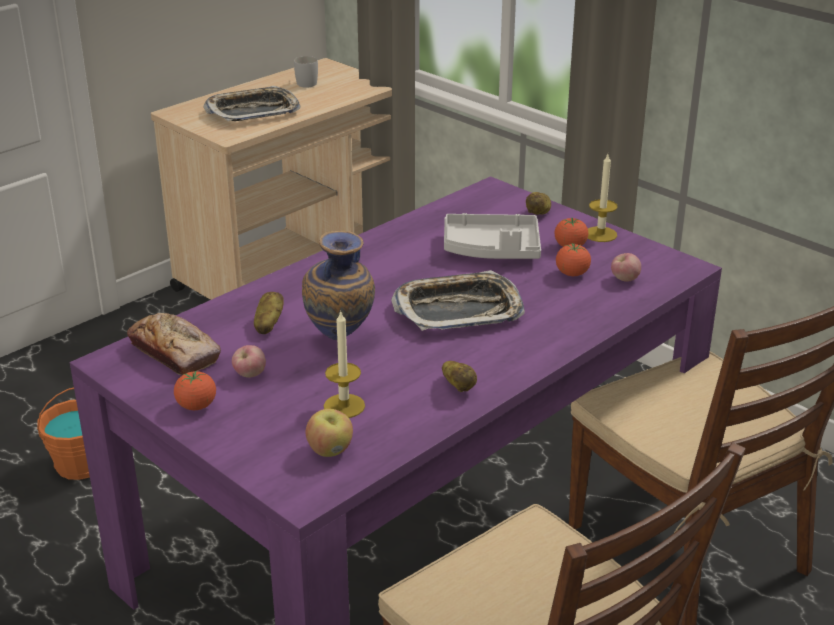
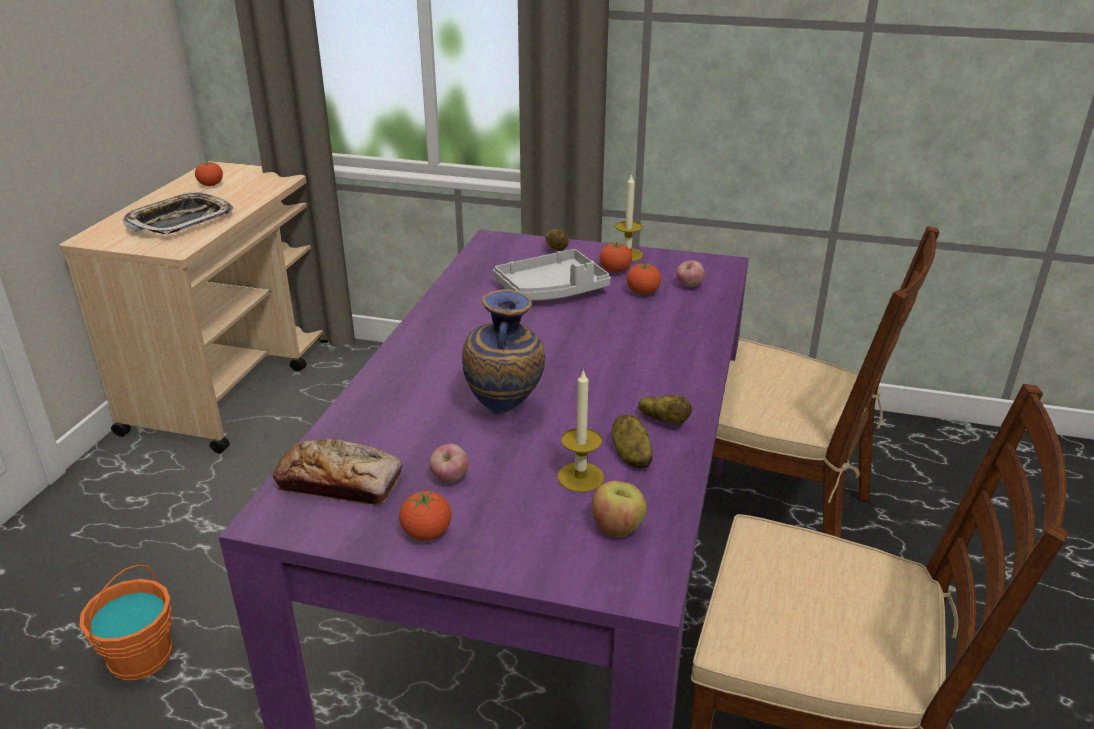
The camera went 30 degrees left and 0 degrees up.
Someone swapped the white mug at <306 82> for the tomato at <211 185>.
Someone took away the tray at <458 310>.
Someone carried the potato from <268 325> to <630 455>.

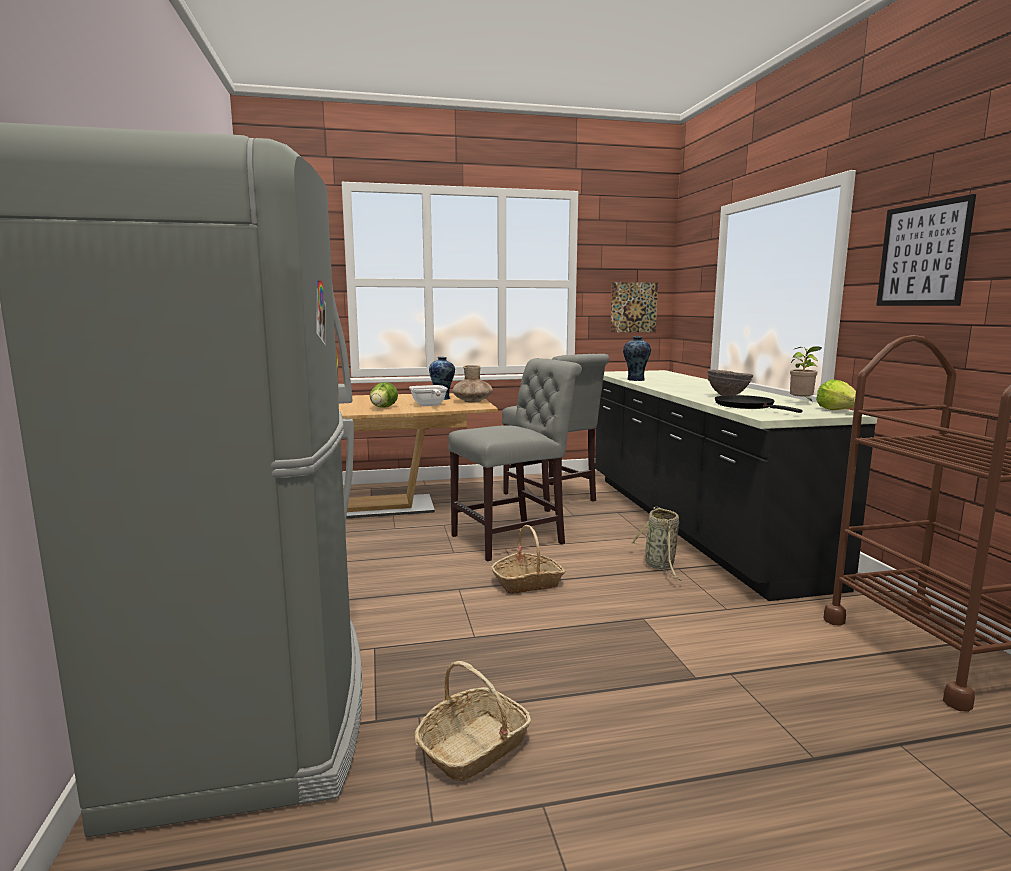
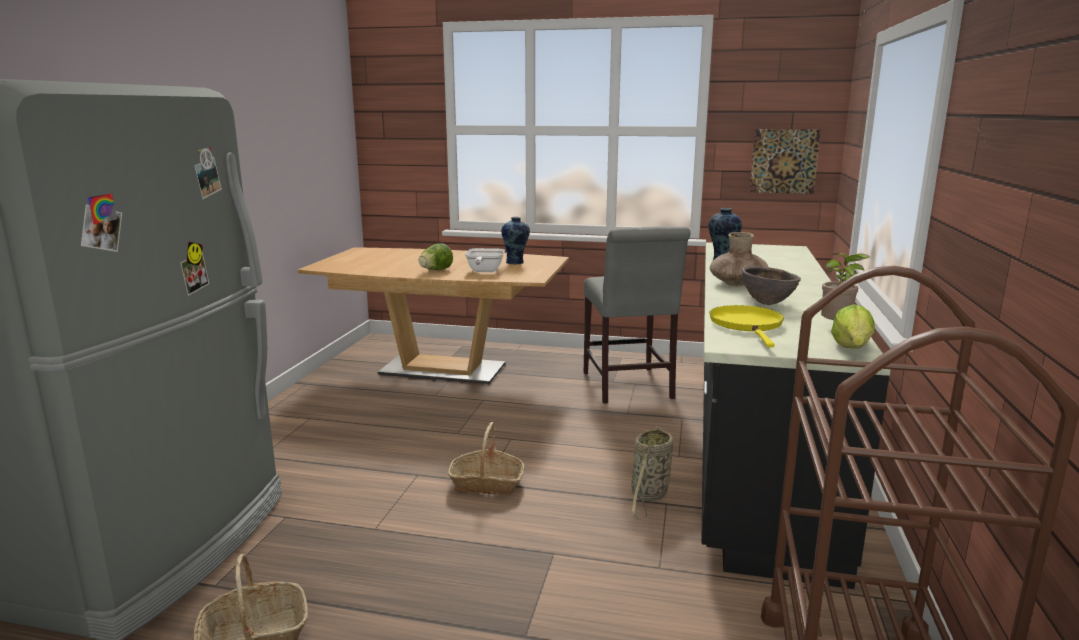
The camera went 25 degrees right and 5 degrees up.
Someone took away the picture at <922 255>.
Someone took away the grey chair at <514 538>.
Someone carried the brown vase from <472 401> to <738 284>.
Someone repainted the black frying pan at <747 406>, which became the yellow frying pan at <747 325>.

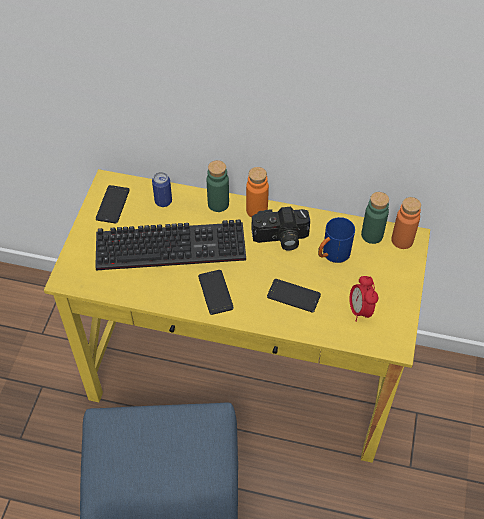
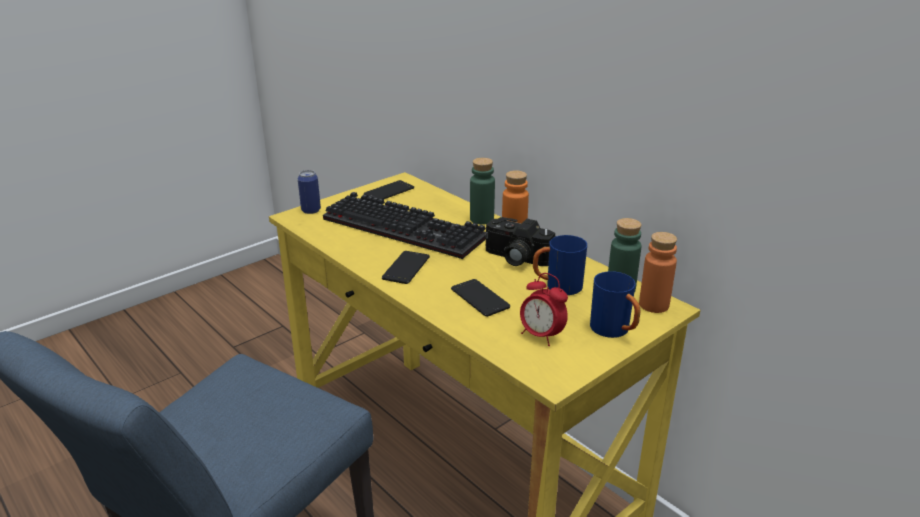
The camera went 35 degrees right and 25 degrees down.
Someone carried the can from <163 201> to <311 210>.
Someone rotated the alarm clock at <360 310> by 75 degrees counterclockwise.
Someone put down the blue mug at <615 331>.

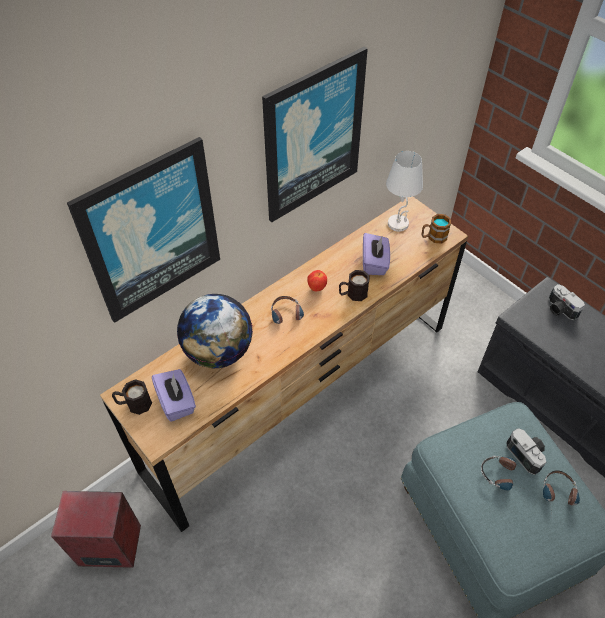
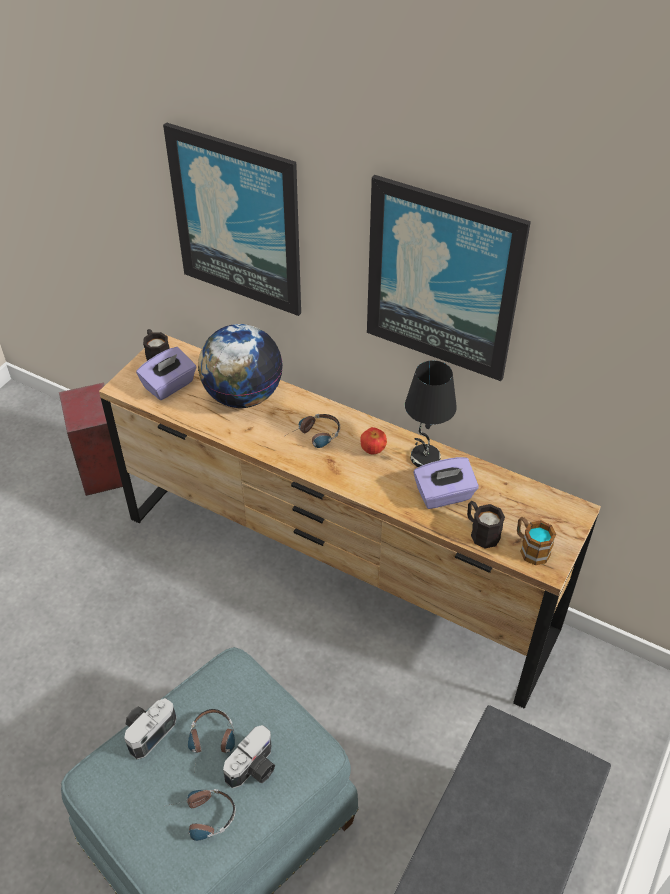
The camera went 70 degrees right and 5 degrees down.
Someone took away the white table lamp at <398 224>.
Someone carried the black mug from <353 294> to <481 532>.
Someone carried the photo camera from <559 309> to <147 731>.
Someone put down the black table lamp at <425 458>.

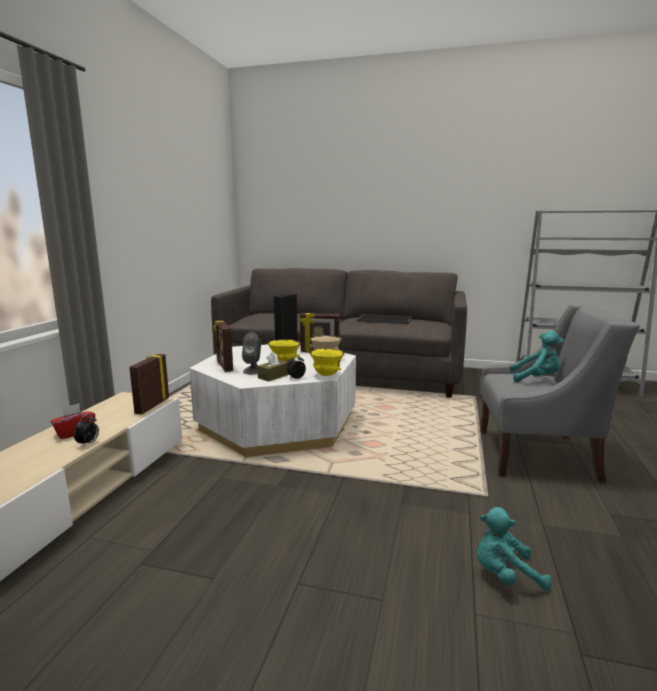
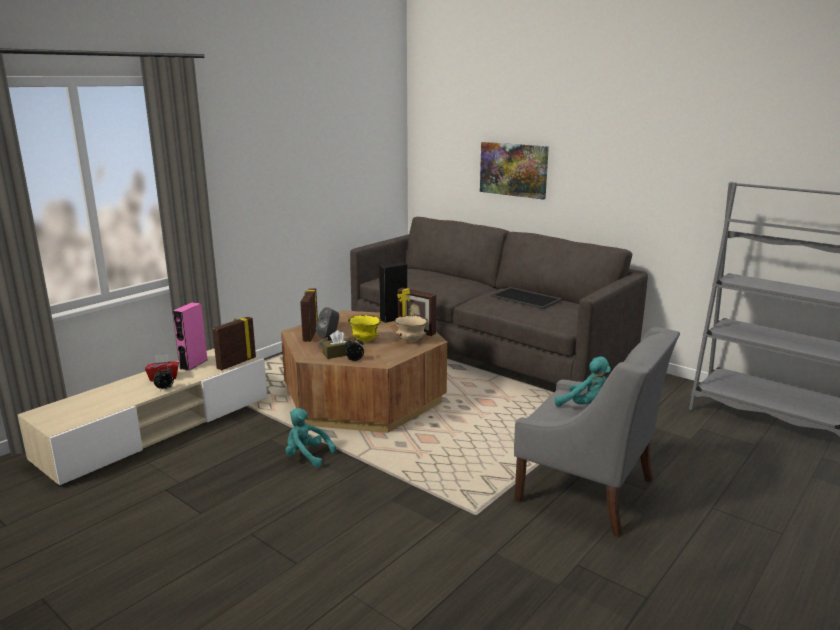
The camera went 25 degrees right and 5 degrees up.
Someone repainted the white coffee table at <278 422>, which became the brown coffee table at <364 397>.
Someone took away the yellow bowl at <326 375>.
Someone carried the turquoise plush toy from <505 575> to <307 456>.
Someone put up the picture at <513 169>.
Someone put down the pink speaker at <193 364>.

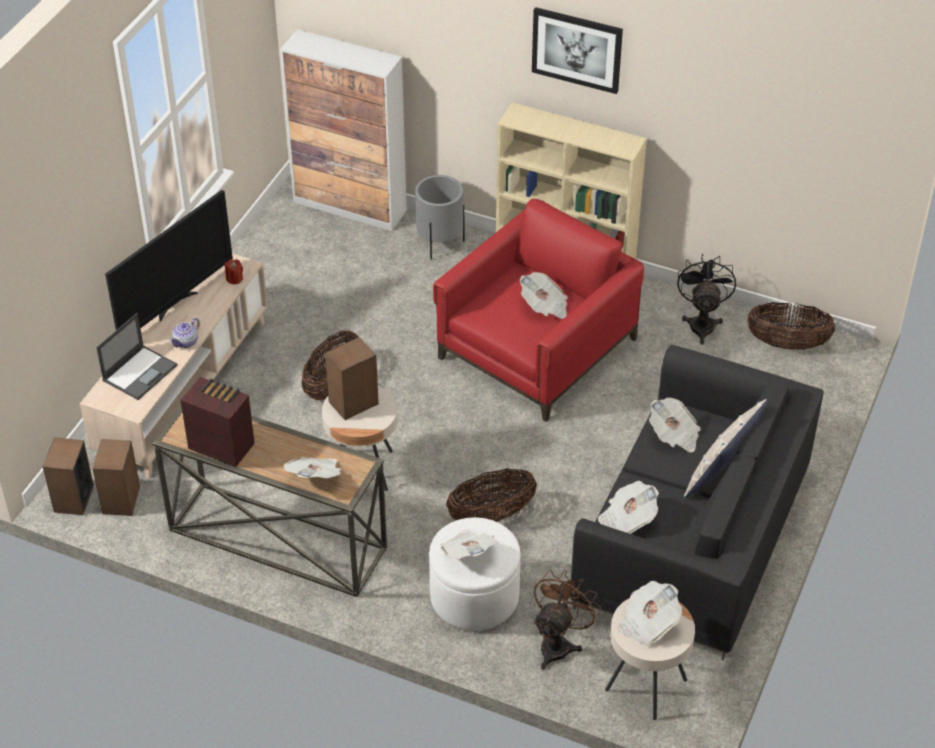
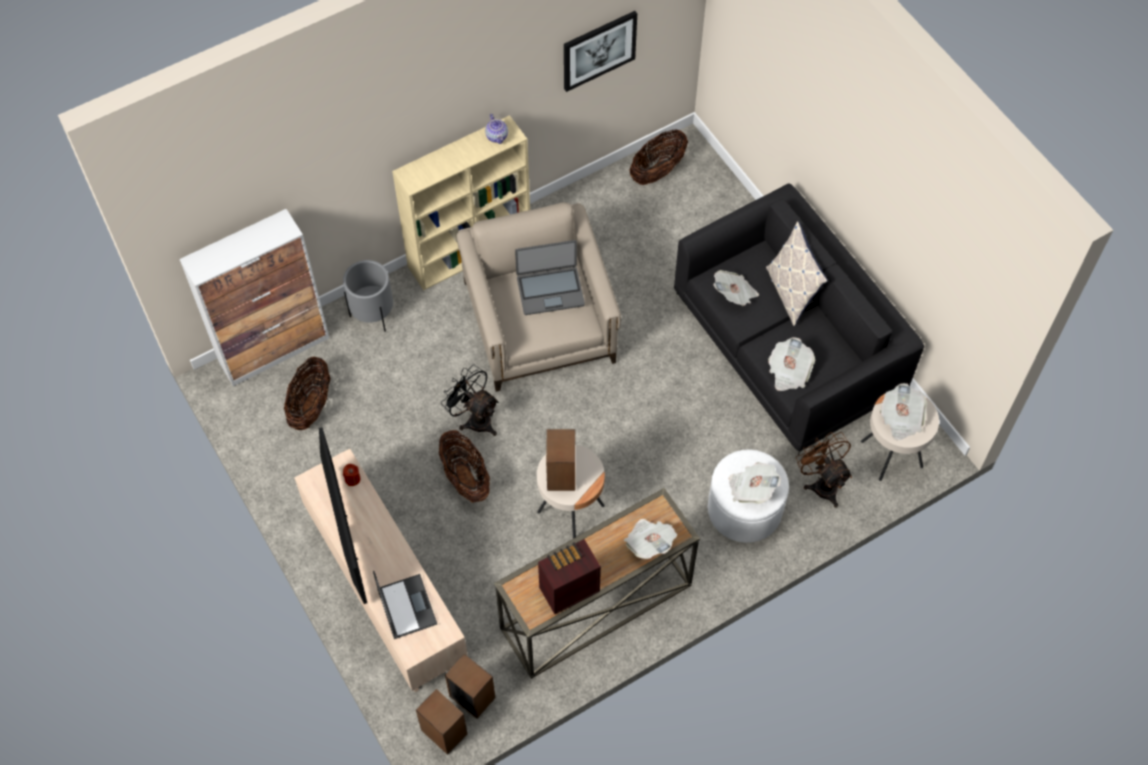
The camera went 55 degrees left and 15 degrees up.
Someone carried the picture from <577 49> to <599 50>.
Someone repainted the red armchair at <537 349>, which became the beige armchair at <539 322>.
Someone carried the black fan from <702 323> to <474 418>.
Someone swapped the newspaper at <544 306> for the laptop at <550 290>.
Someone carried the teapot from <186 342> to <497 136>.
Someone carried the basket from <491 515> to <311 405>.

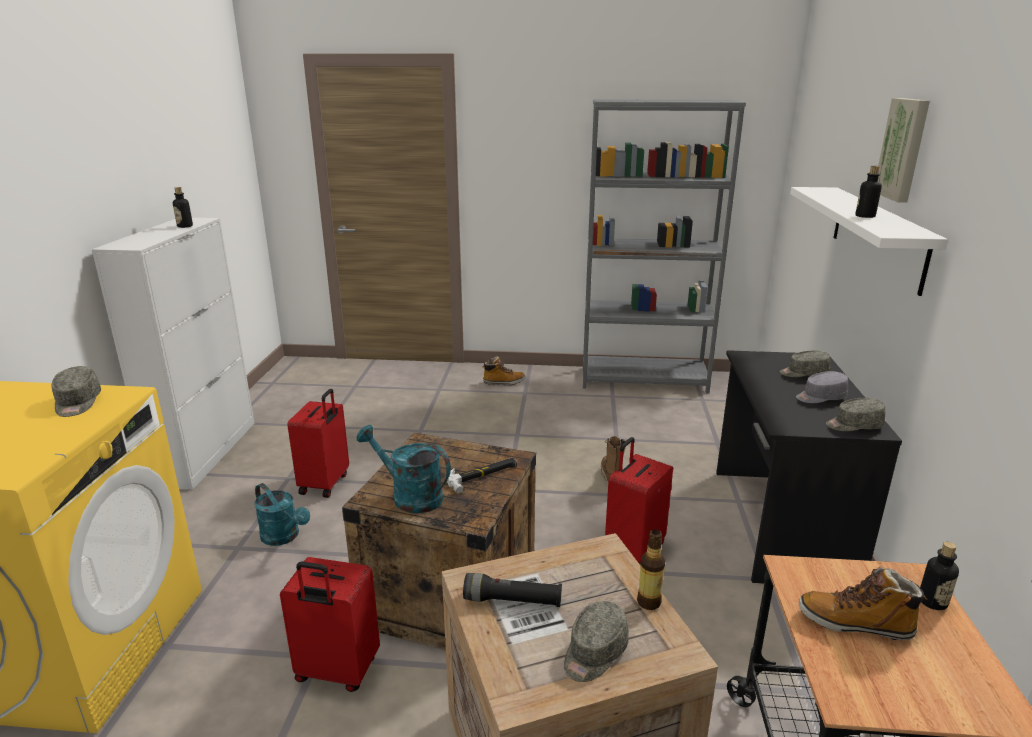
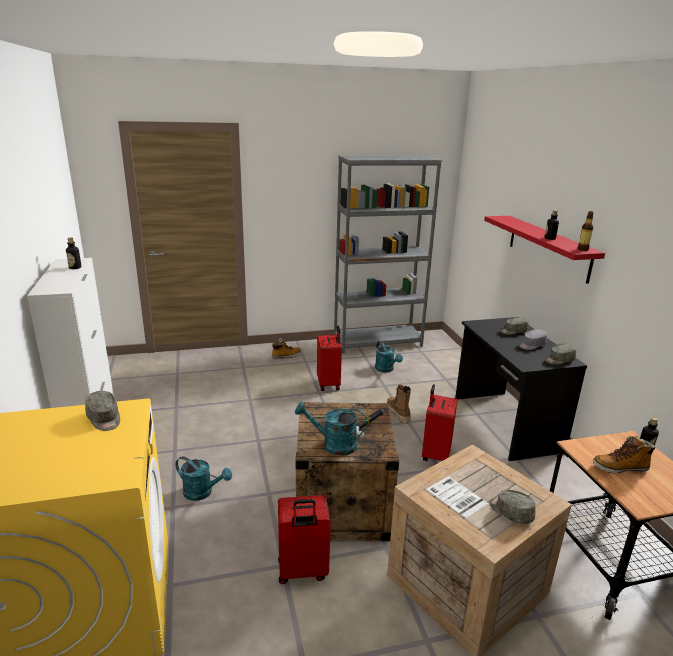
The camera went 20 degrees left and 0 degrees up.
Someone took away the picture at <904 149>.
Someone repainted the white shelf at <877 236>, which became the red shelf at <548 247>.
Someone carried the red suitcase from <325 484> to <329 384>.
Someone carried the bottle from <649 602> to <583 249>.
Someone took away the black flashlight at <512 601>.
Someone rotated the grey cap at <594 653> by 120 degrees clockwise.
Someone put down the turquoise watering can at <386 369>.

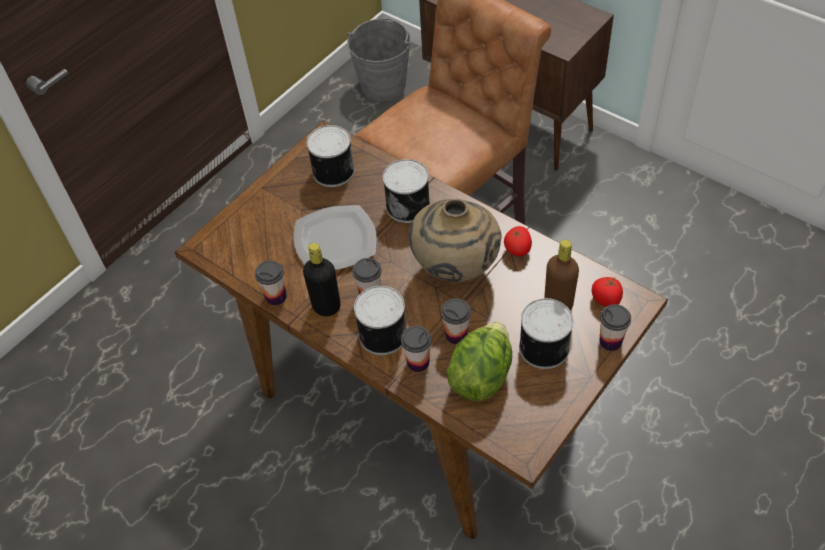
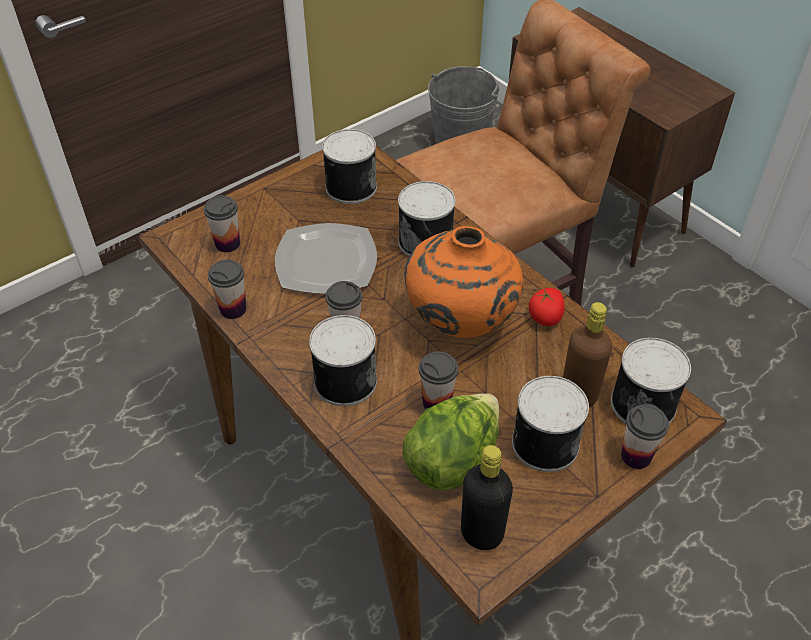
The camera went 10 degrees right and 5 degrees down.
Someone repainted the beige vase at <455 269>, which became the orange vase at <460 324>.
Someone carried the black bottle from <326 306> to <482 533>.
Someone swapped the tomato at <606 300> for the can at <644 403>.
Someone carried the cup from <418 362> to <227 244>.

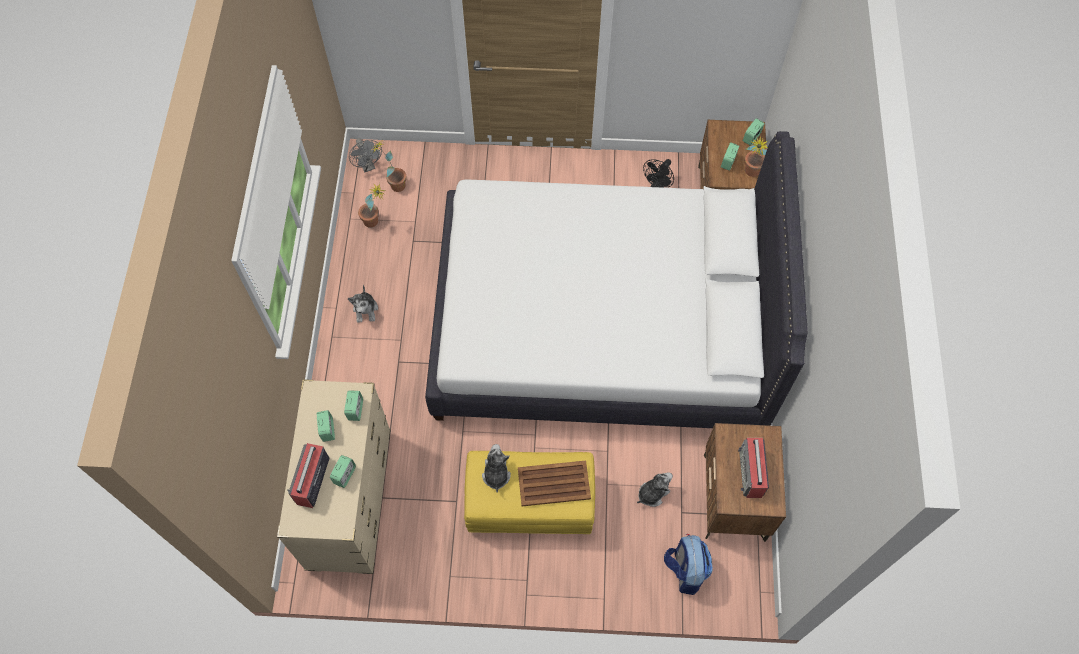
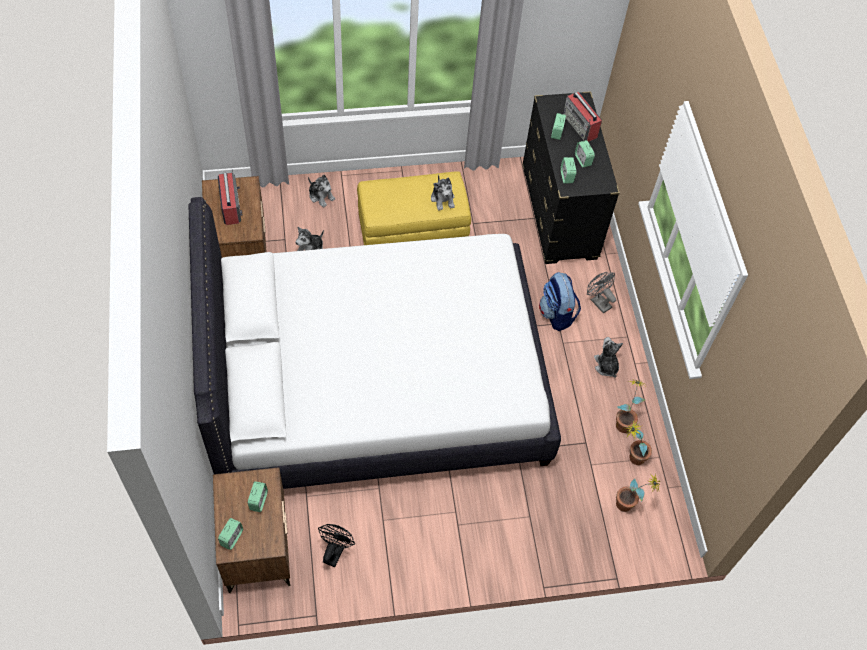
The camera went 165 degrees right and 5 degrees down.
Someone carried the potted plant from <750 174> to <624 421>.
Someone carried the grey fan from <368 166> to <598 301>.
Someone repainted the beige dresser at <350 500>, which became the black dresser at <559 213>.
Someone rotated the radio at <312 481> by 150 degrees clockwise.
Someone took away the brown tray at <553 483>.
Someone carried the backpack from <685 570> to <557 314>.
Someone put down the plush toy at <321 196>.

